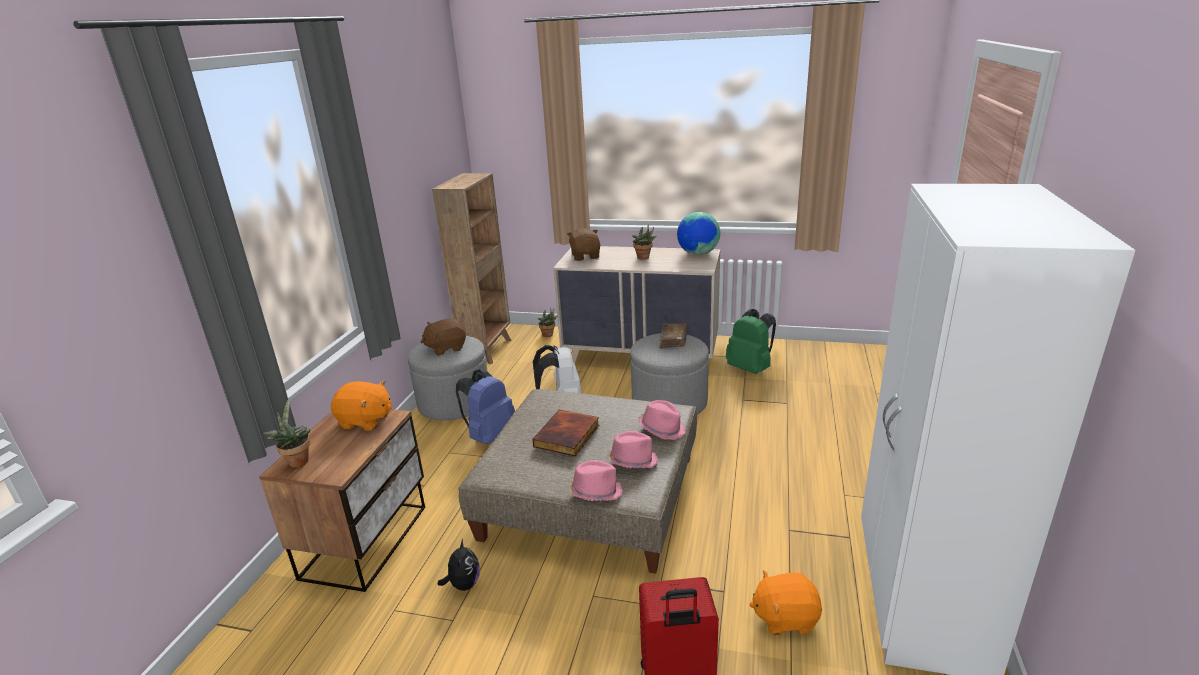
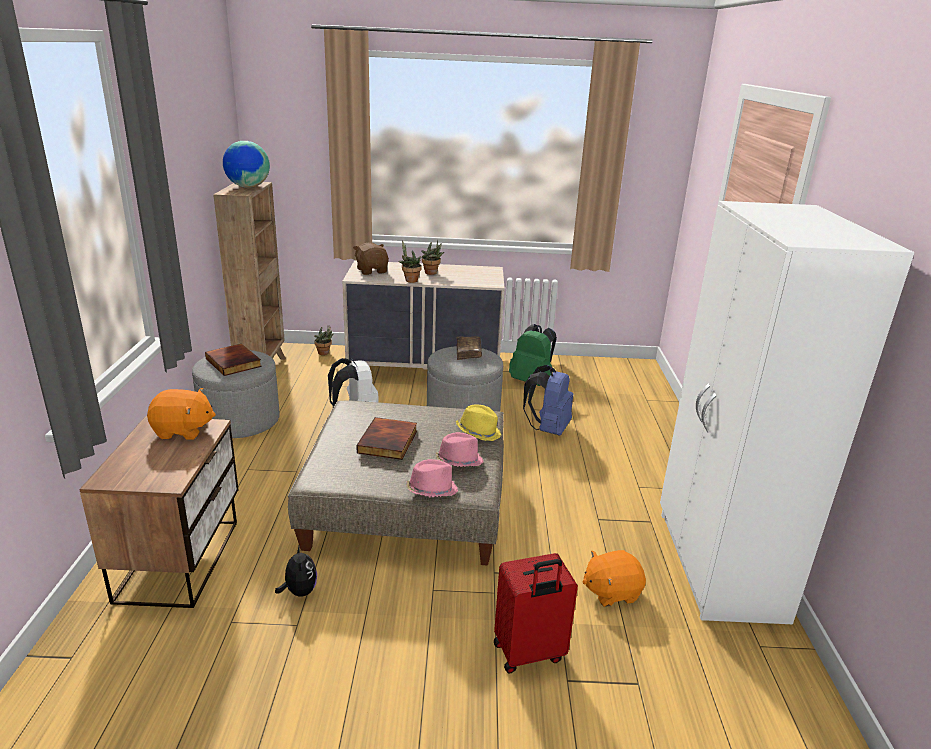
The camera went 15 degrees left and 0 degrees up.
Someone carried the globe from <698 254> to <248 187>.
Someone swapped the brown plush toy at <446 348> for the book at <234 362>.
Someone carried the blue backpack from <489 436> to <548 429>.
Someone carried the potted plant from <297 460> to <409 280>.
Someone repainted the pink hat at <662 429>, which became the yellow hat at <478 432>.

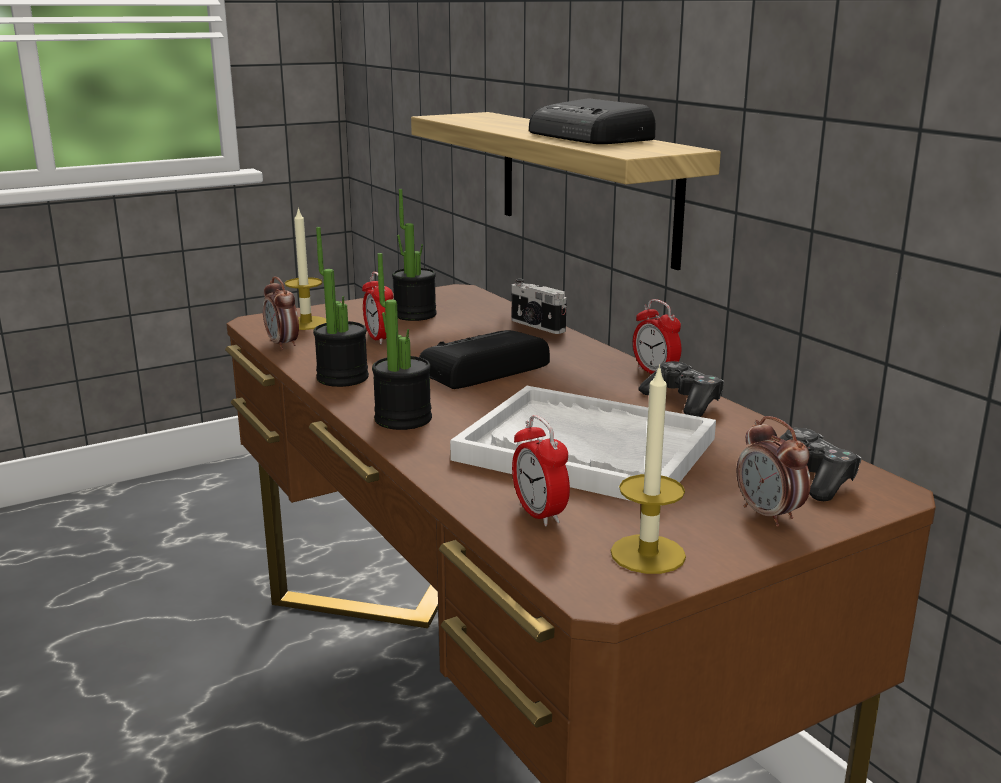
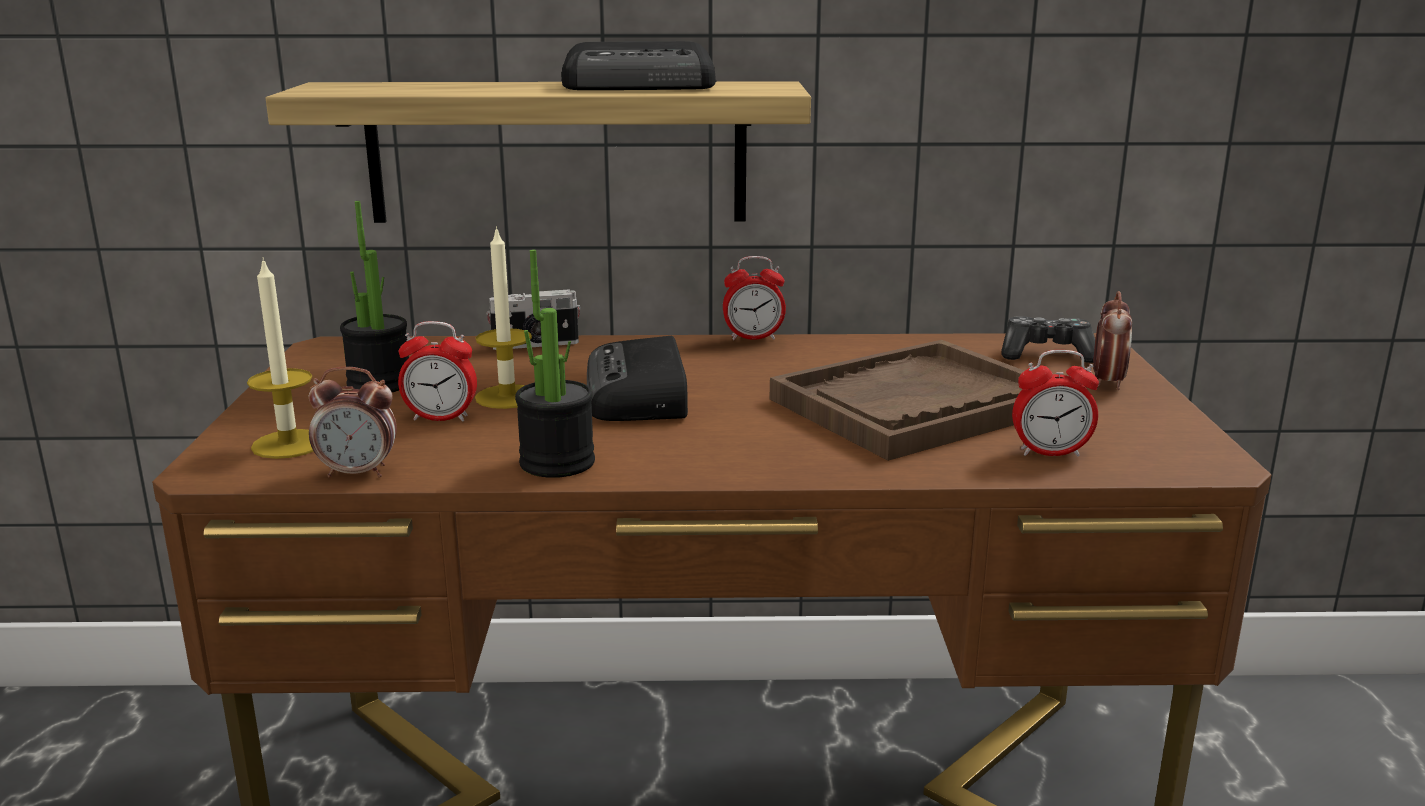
The camera went 60 degrees left and 0 degrees up.
Someone took away the potted plant at <403 419>.
Someone took away the game controller at <683 401>.
Someone carried the candle from <648 554> to <507 397>.
Someone repainted the white tray at <584 449>, which became the brown tray at <916 405>.
Someone rotated the alarm clock at <769 515> by 75 degrees counterclockwise.

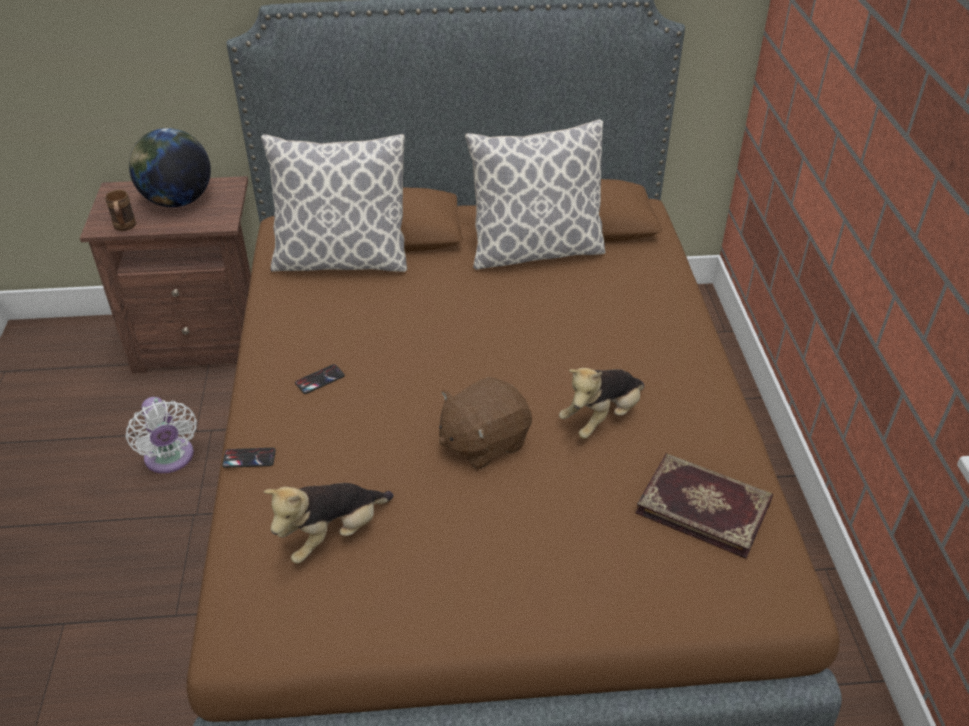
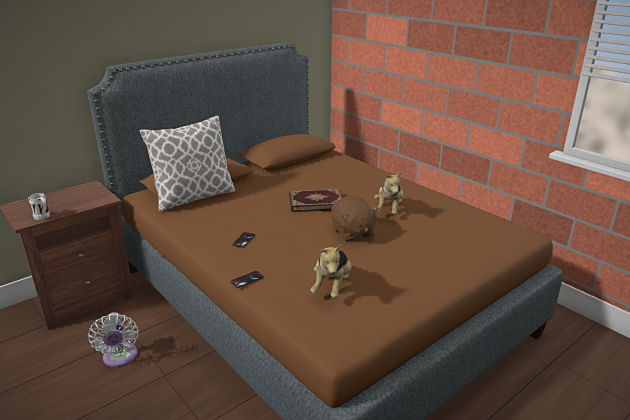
The camera went 35 degrees left and 15 degrees down.
Someone took away the pillow at <535 251>.
Someone took away the globe at <177 201>.
Someone repainted the brown mug at <124 228>, which became the white mug at <43 218>.
Someone rotated the brown plush toy at <483 442> by 45 degrees counterclockwise.
Someone rotated the white fan at <170 459> by 45 degrees clockwise.
Someone carried the book from <704 506> to <316 202>.

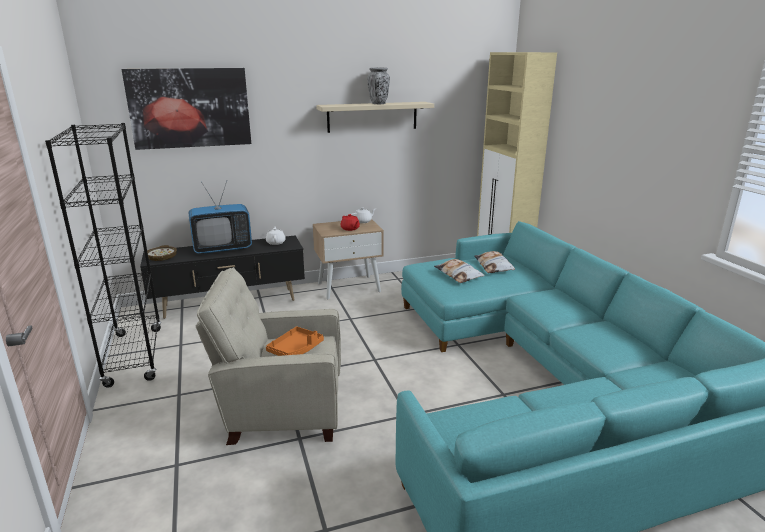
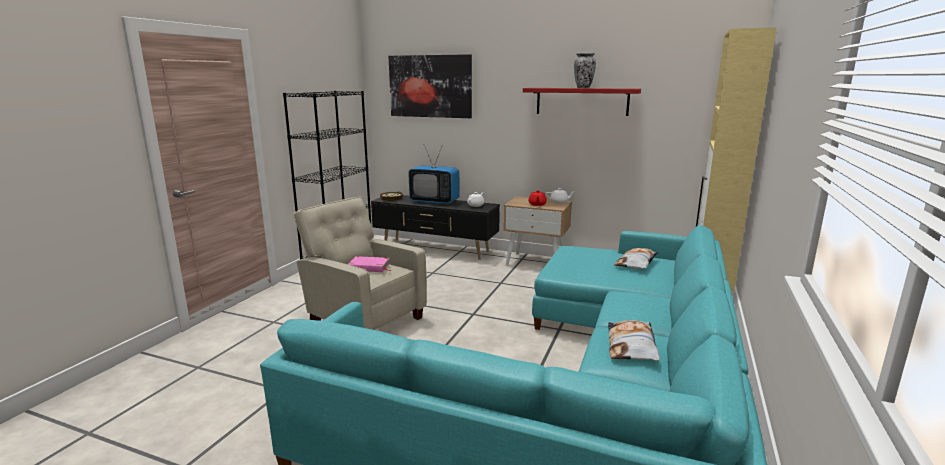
The camera went 40 degrees right and 5 degrees down.
Someone repainted the beige shelf at <372 116>, which became the red shelf at <582 101>.
Someone carried the pillow from <458 274> to <632 346>.
Someone swapped the orange tray at <296 349> for the pink book at <369 267>.

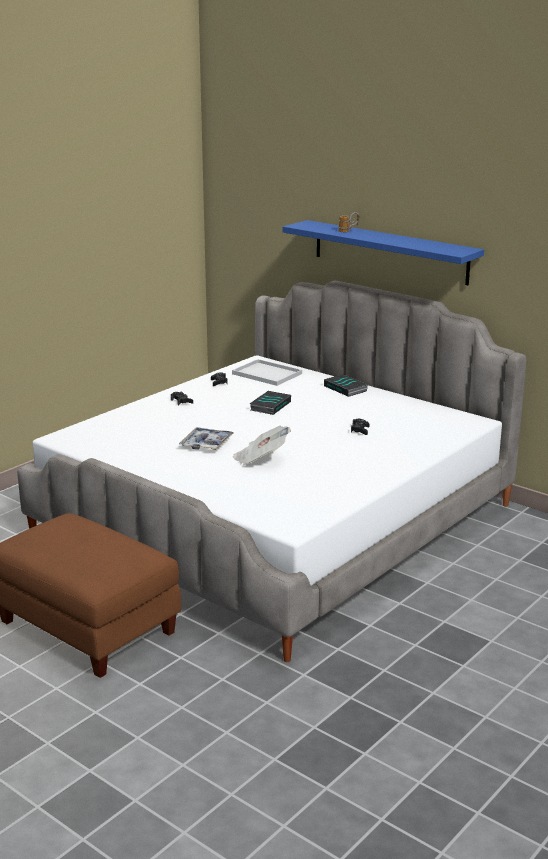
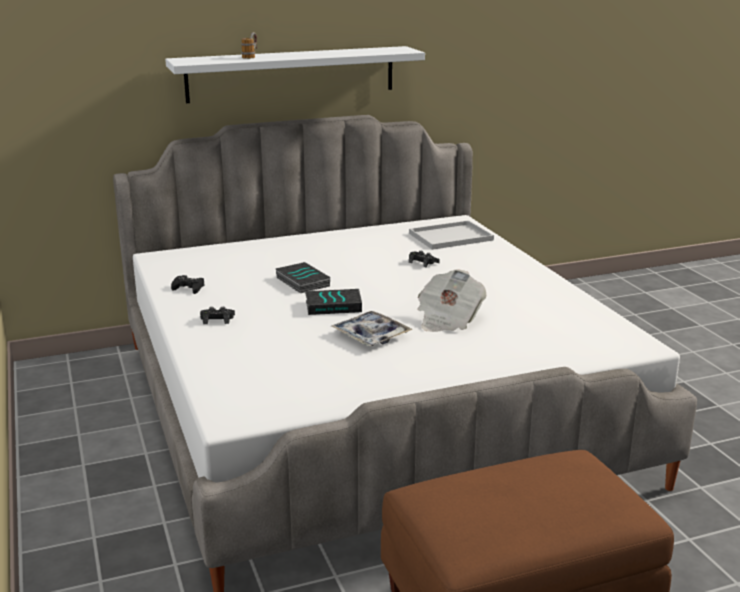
The camera went 60 degrees left and 0 degrees up.
Someone repainted the blue shelf at <390 252>, which became the white shelf at <291 74>.
Someone carried the white tray from <265 374> to <449 237>.
Someone carried the book from <346 388> to <334 306>.

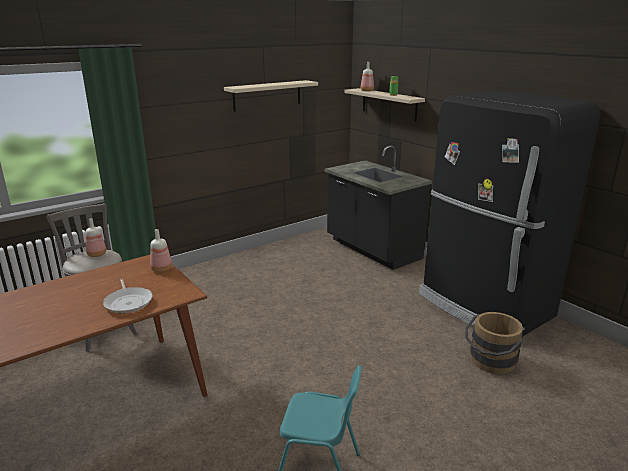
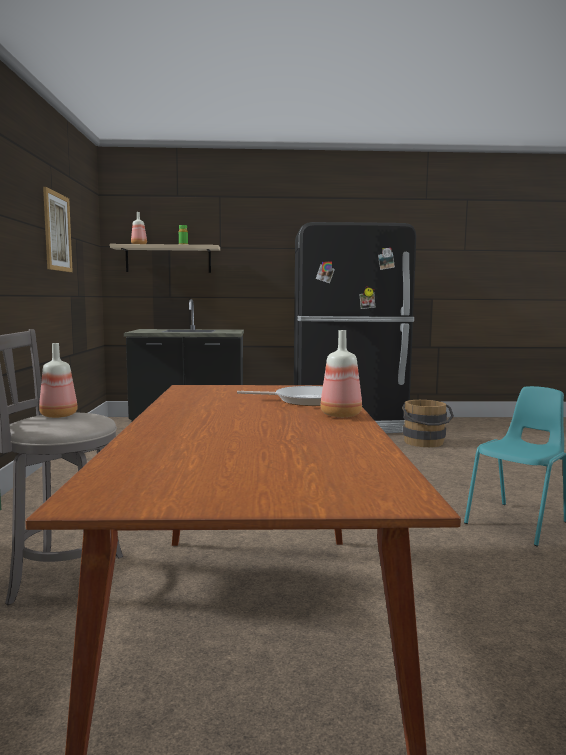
The camera went 55 degrees left and 15 degrees down.
Someone swapped the beige shelf at <267 95> for the picture at <57 232>.
Someone carried the bottle from <162 269> to <342 415>.

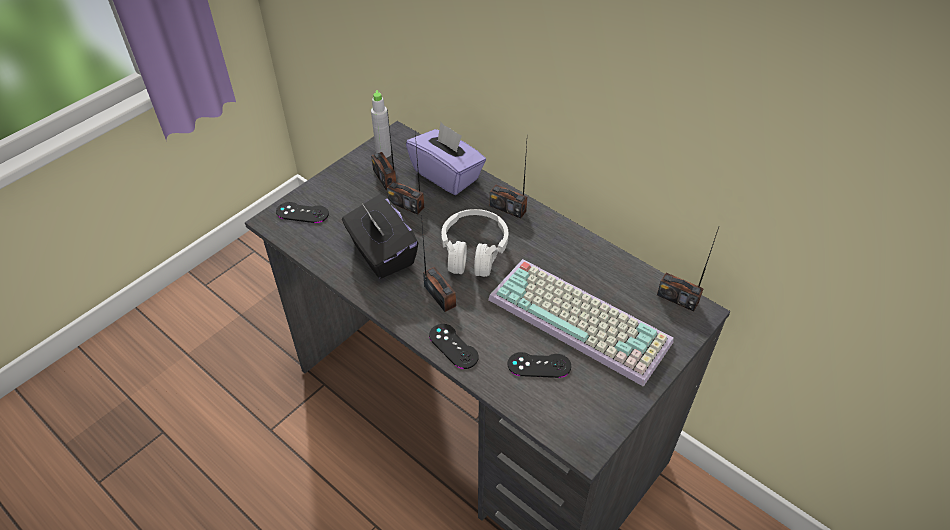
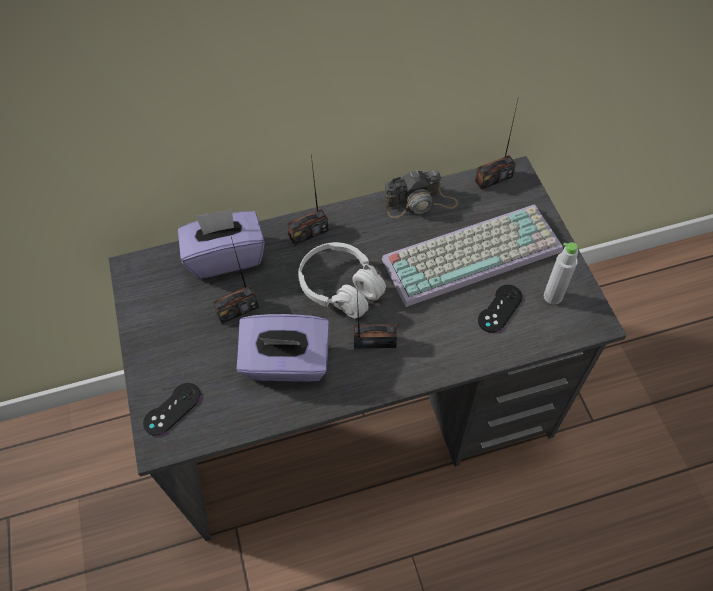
The camera went 55 degrees left and 10 degrees up.
Someone carried the grey bottle from <383 153> to <553 296>.
Someone took away the radio at <385 178>.
Someone repainted the black tissue box at <381 254>, which became the purple tissue box at <287 363>.
Someone took away the black game controller at <453 346>.
Someone put down the photo camera at <420 202>.

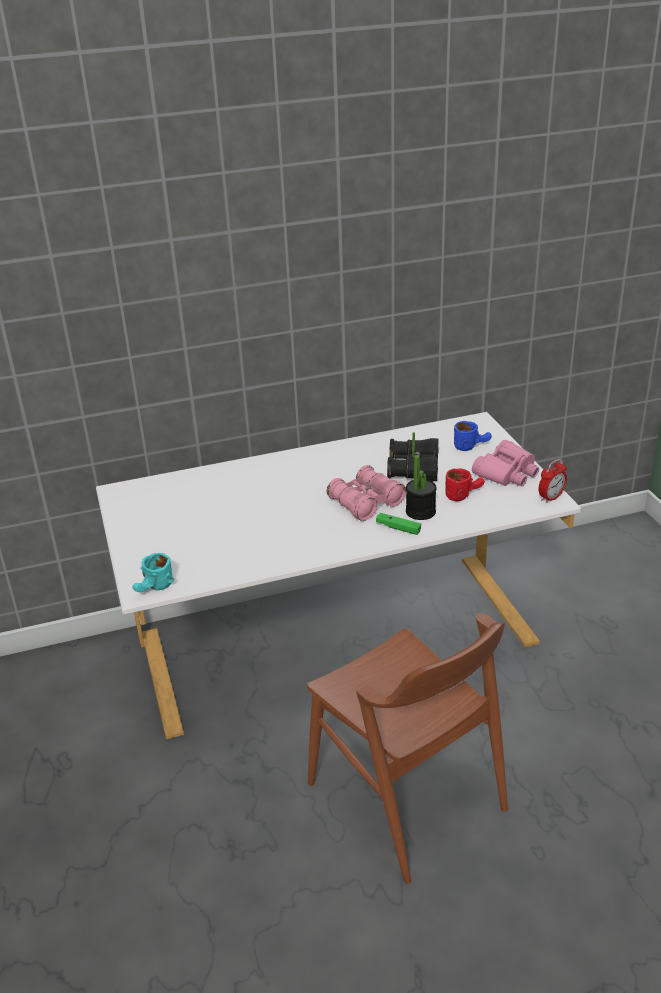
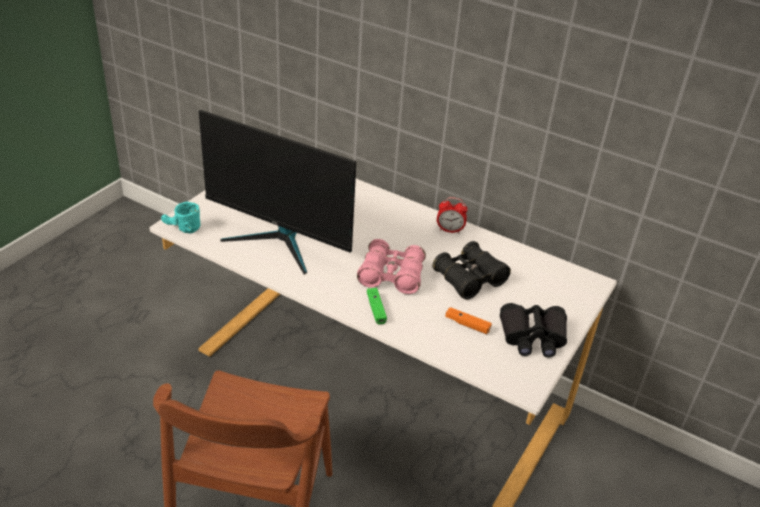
The camera went 45 degrees right and 5 degrees up.
Someone took away the blue mug at <471 446>.
Someone took away the potted plant at <420 512>.
Someone repainted the pink binoculars at <507 473>, which became the black binoculars at <532 336>.
Someone carried the alarm clock from <551 498> to <450 230>.
Someone swapped the red mug at <463 494> for the orange game controller at <467 324>.
Someone put down the monitor at <279 241>.

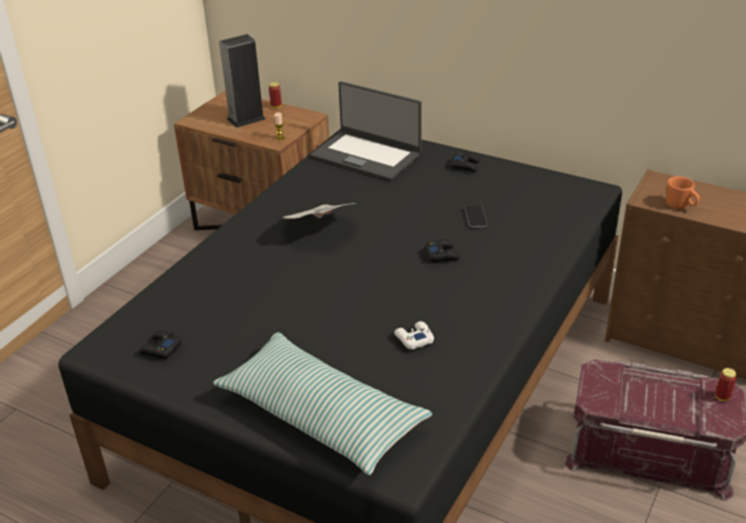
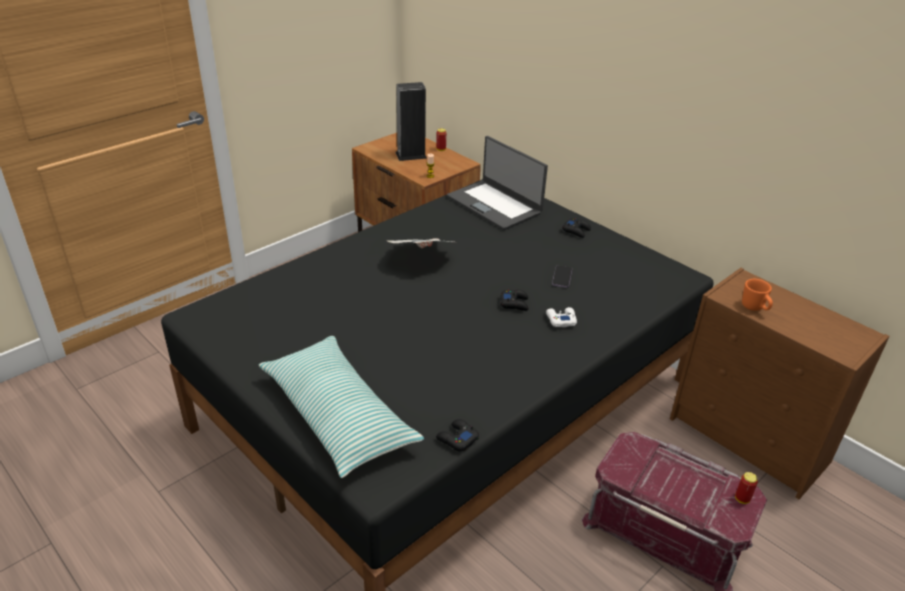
The camera went 15 degrees right and 0 degrees up.
Someone carried the white game controller from <414 339> to <560 320>.
Someone carried the black game controller from <160 349> to <457 439>.

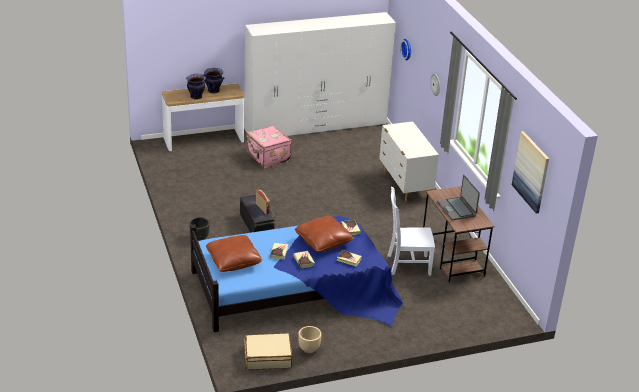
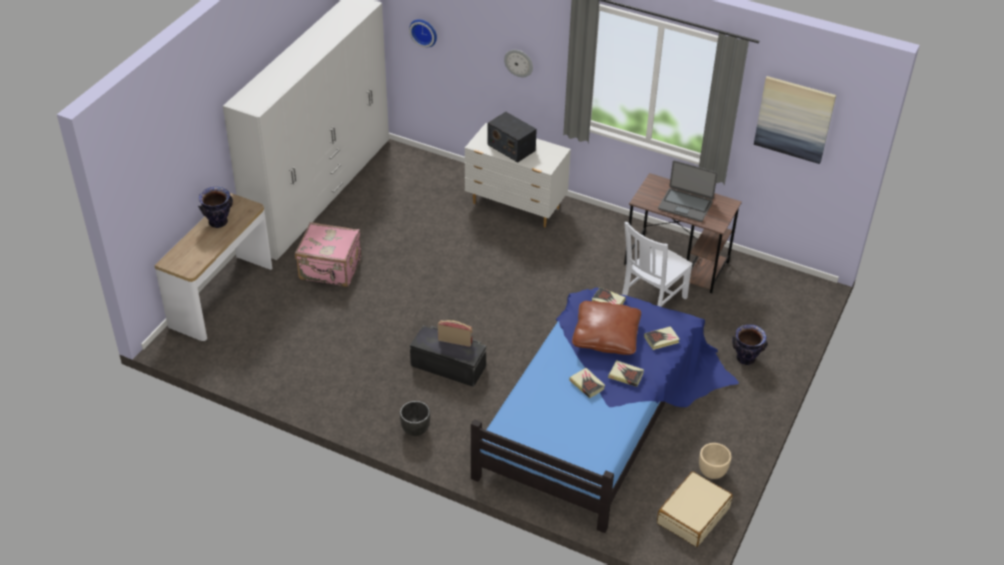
The camera went 45 degrees left and 10 degrees up.
Someone carried the vase from <196 97> to <745 359>.
Someone took away the brown pillow at <233 261>.
Someone put down the radio at <511 147>.

